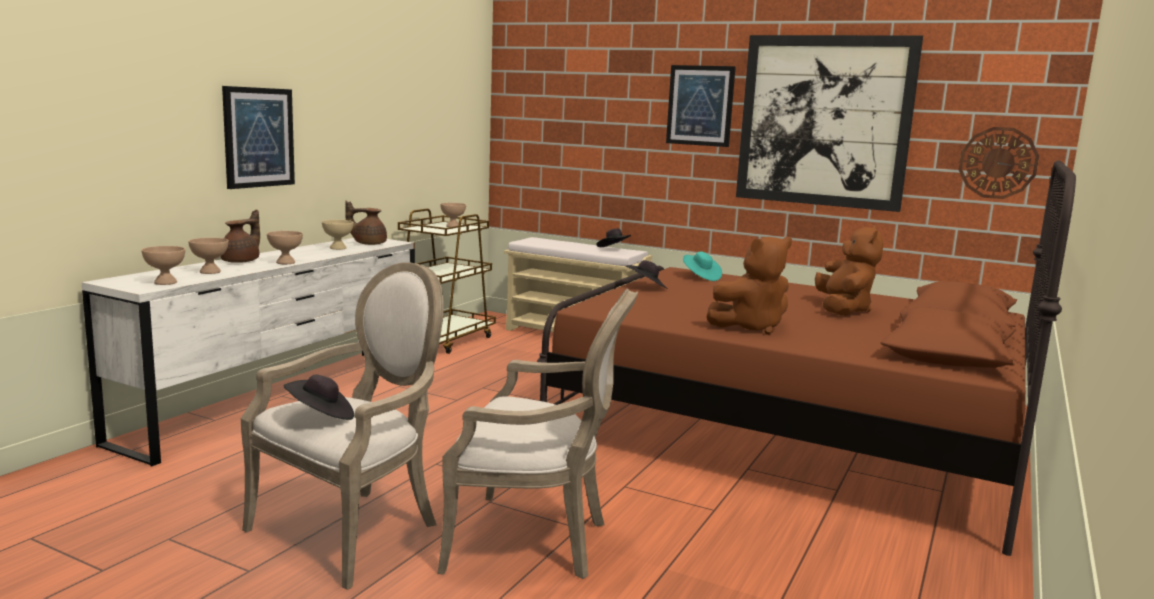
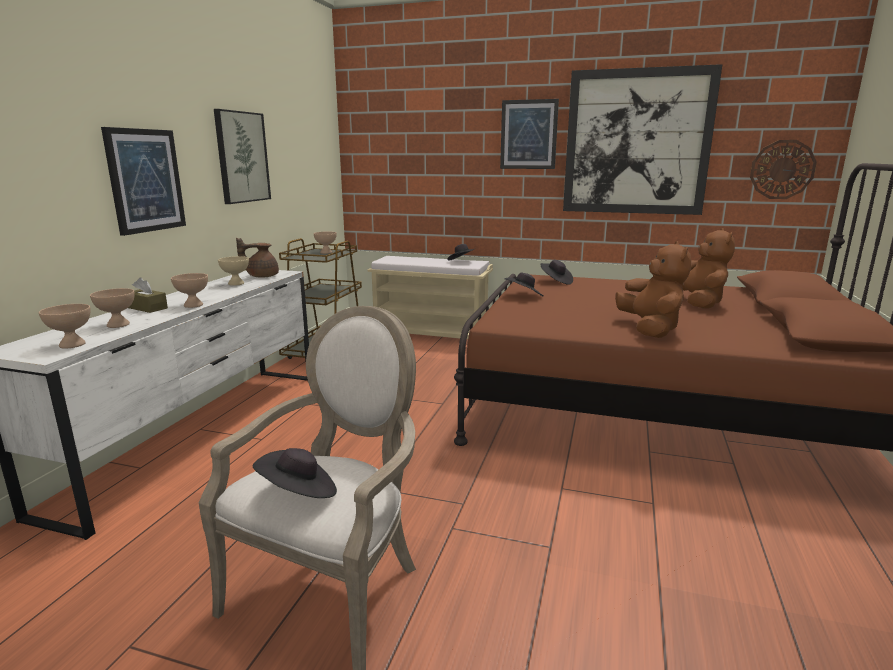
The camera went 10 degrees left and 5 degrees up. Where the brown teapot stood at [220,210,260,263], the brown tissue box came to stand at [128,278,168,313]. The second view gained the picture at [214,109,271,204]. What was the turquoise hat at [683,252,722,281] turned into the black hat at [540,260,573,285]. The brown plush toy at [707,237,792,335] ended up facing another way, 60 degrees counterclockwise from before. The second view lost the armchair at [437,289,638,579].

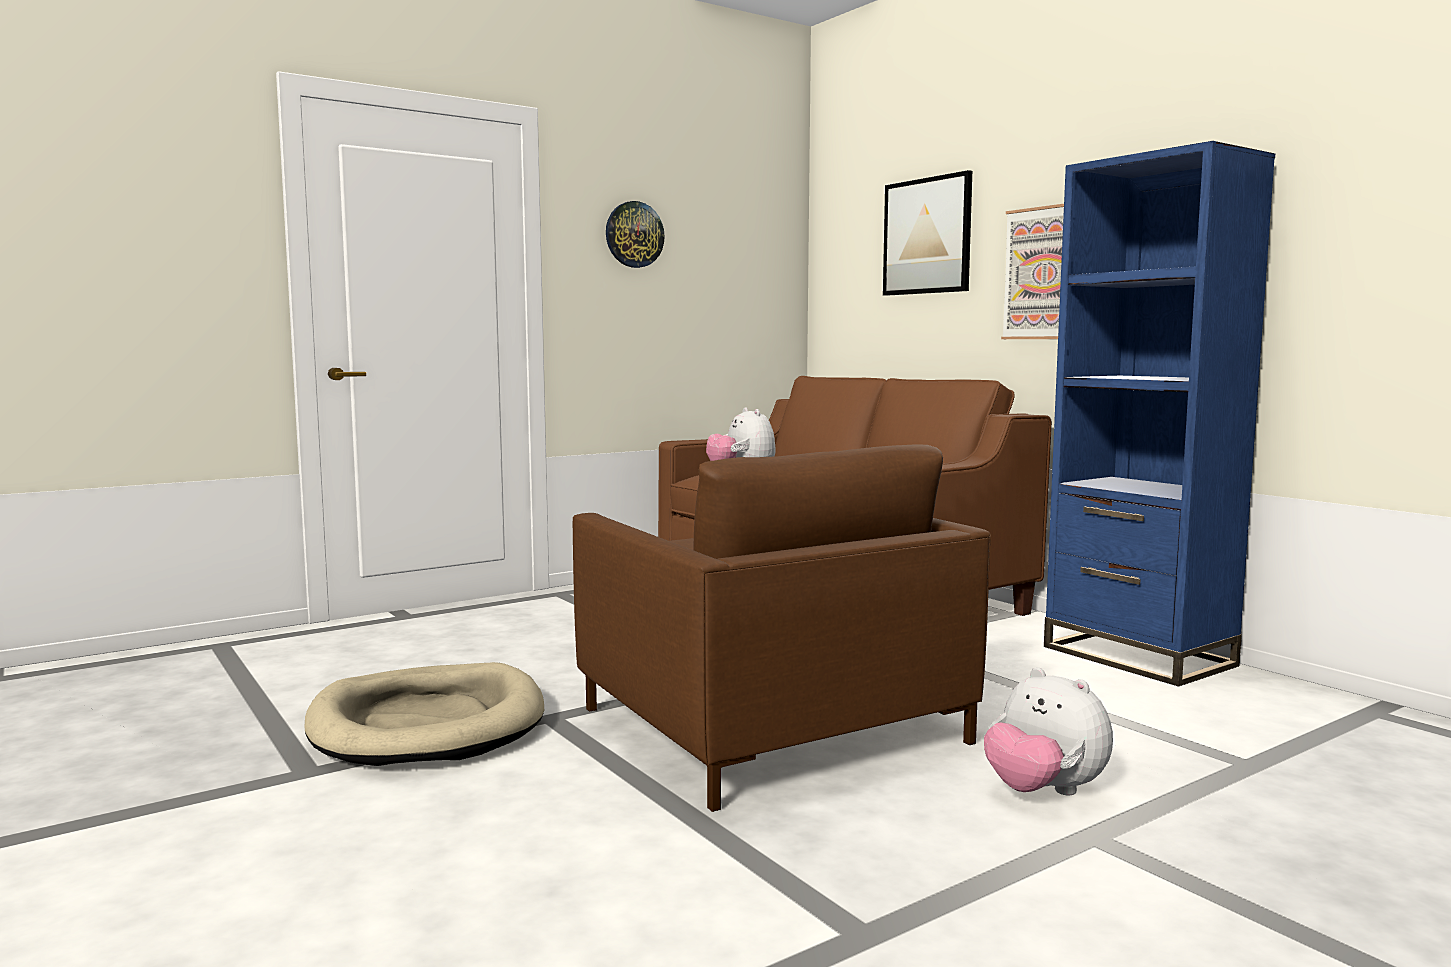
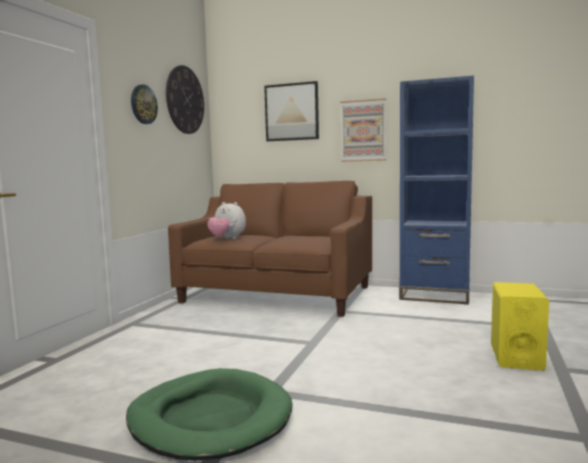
The camera went 35 degrees left and 0 degrees up. What was the beige dog bed at [304,662,544,766] turned into the green dog bed at [126,368,293,460]. The second view gained the wall clock at [166,65,204,134]. Where the plush toy stood at [984,667,1113,796], the yellow speaker came to stand at [491,282,549,371]. The second view lost the brown armchair at [573,444,991,812].

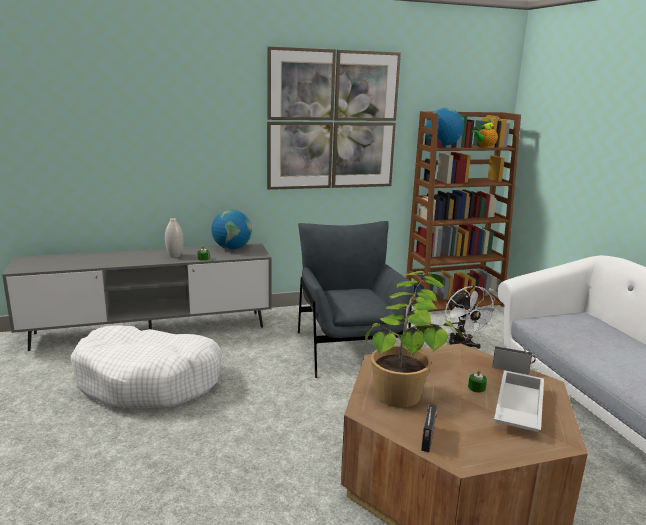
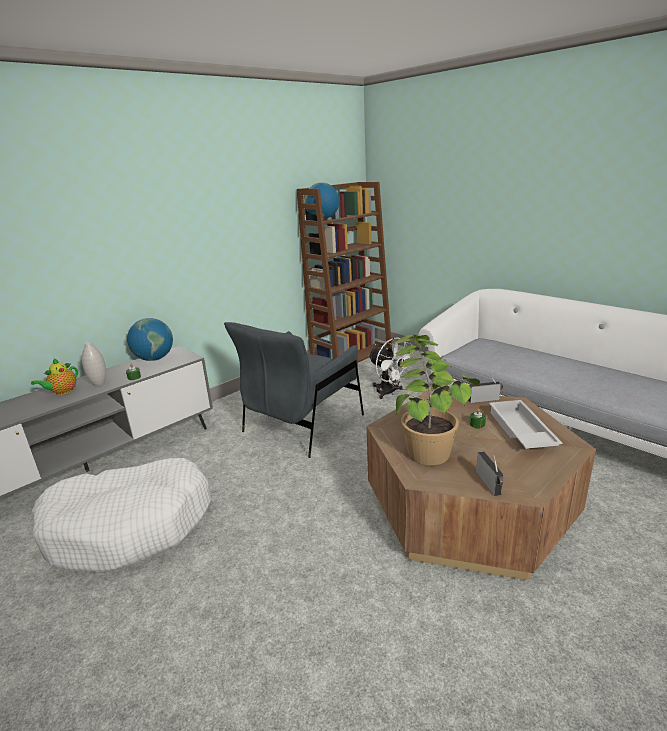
The camera went 25 degrees left and 5 degrees up. The teapot ended up elsewhere, having gone from [472,118,498,148] to [31,358,78,395]. The grey armchair at [298,221,414,378] ended up facing another way, 105 degrees counterclockwise from before. The second view lost the picture at [267,47,401,190].

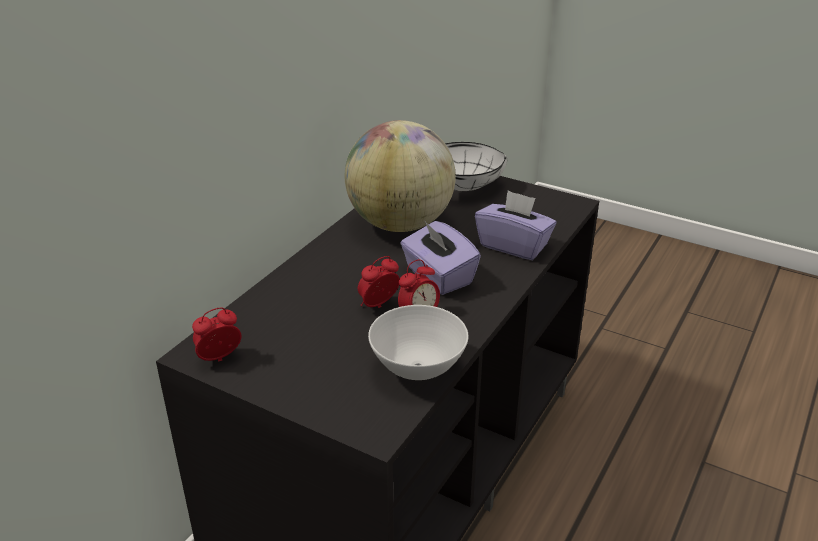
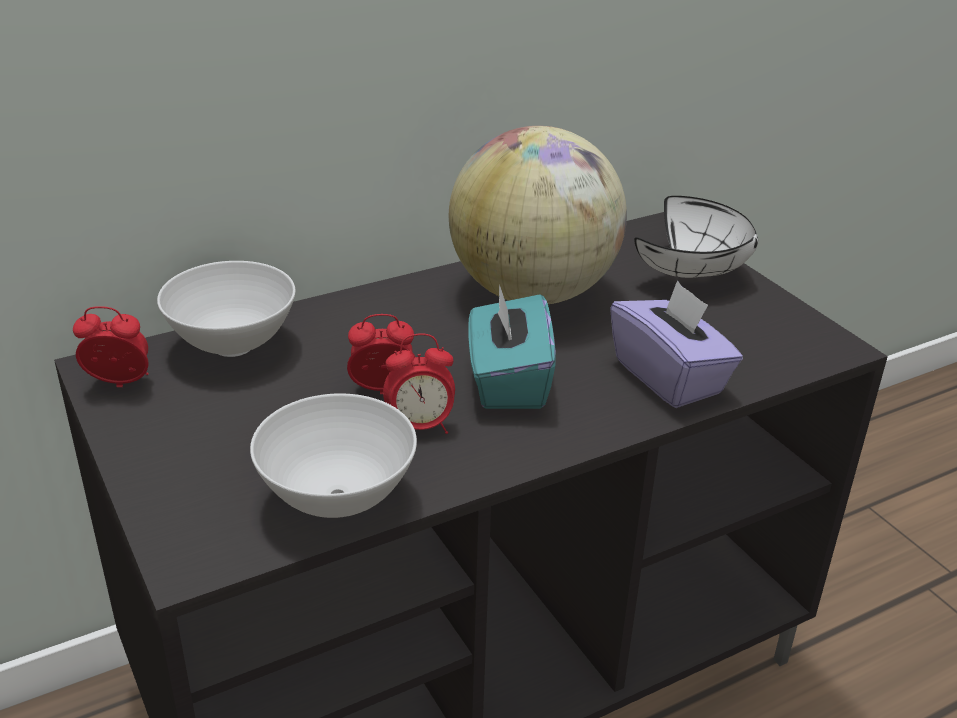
The camera went 30 degrees right and 0 degrees up. The second view gained the white bowl at [157,261,296,357]. What was the purple tissue box at [400,221,481,295] turned into the turquoise tissue box at [468,285,556,409].

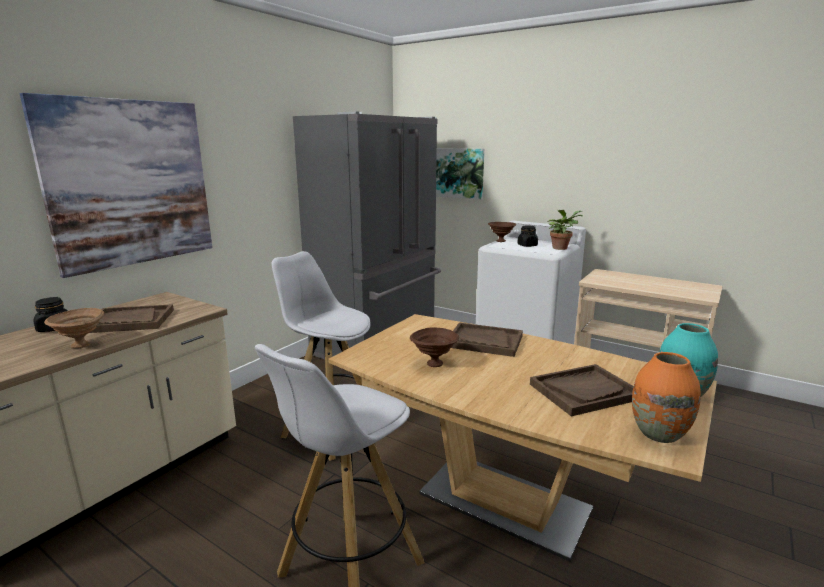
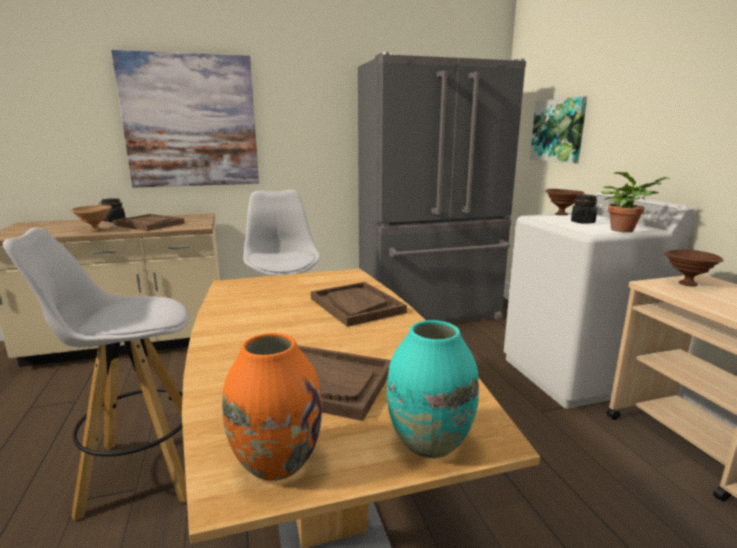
The camera went 40 degrees right and 0 degrees up. The brown bowl ended up elsewhere, having gone from [410,327,459,367] to [664,250,723,286].

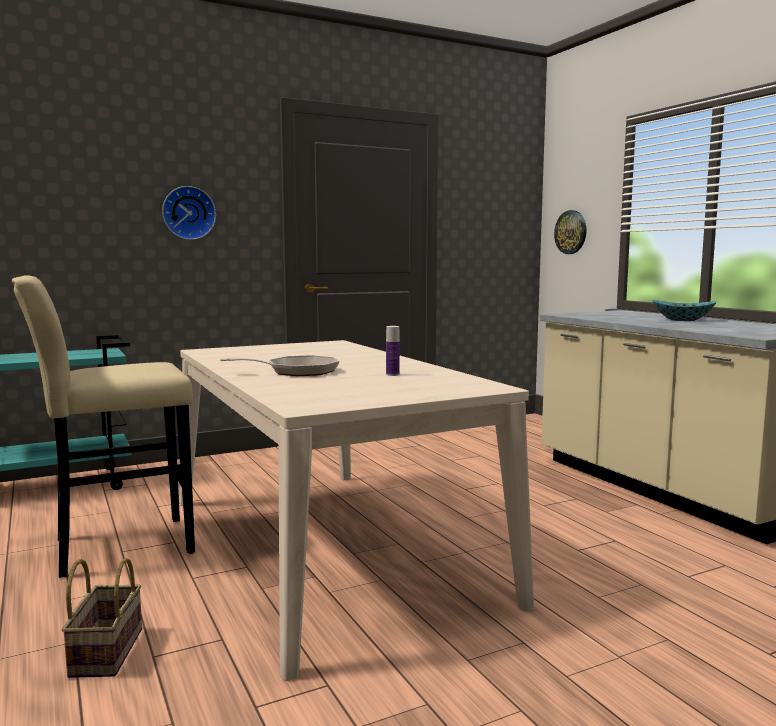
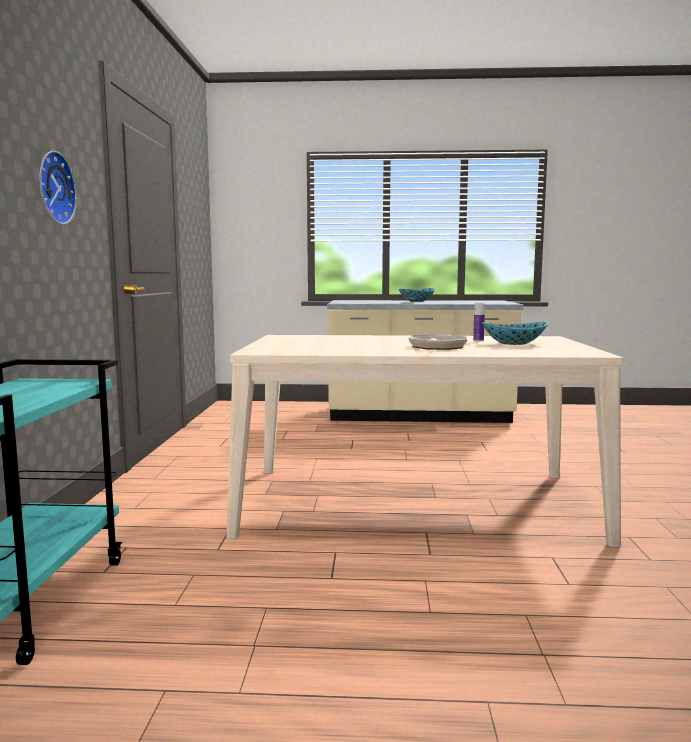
The camera went 60 degrees left and 0 degrees up. The second view gained the bowl at [482,322,549,345]. The second view lost the beige stool at [12,275,195,578]. The second view lost the basket at [62,558,142,678]. The second view lost the wall clock at [554,210,586,254].

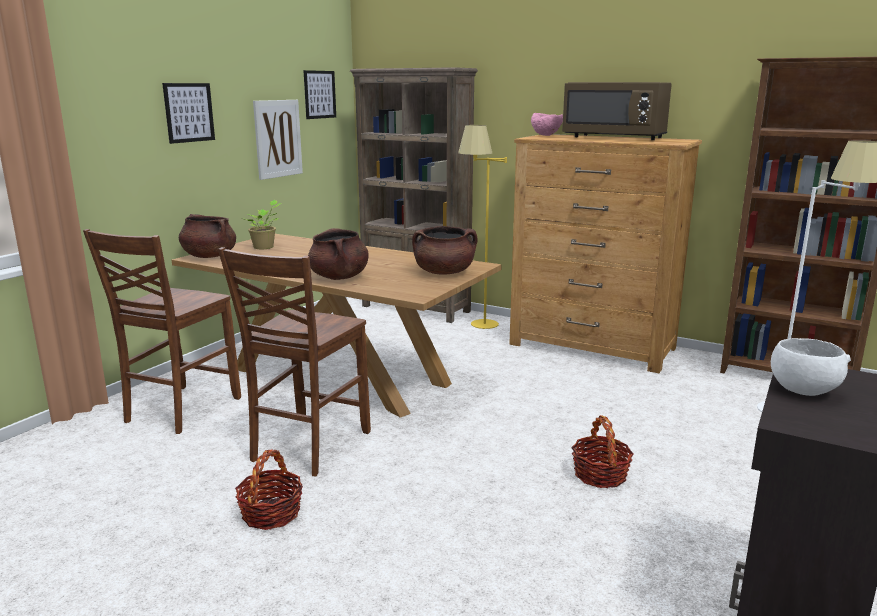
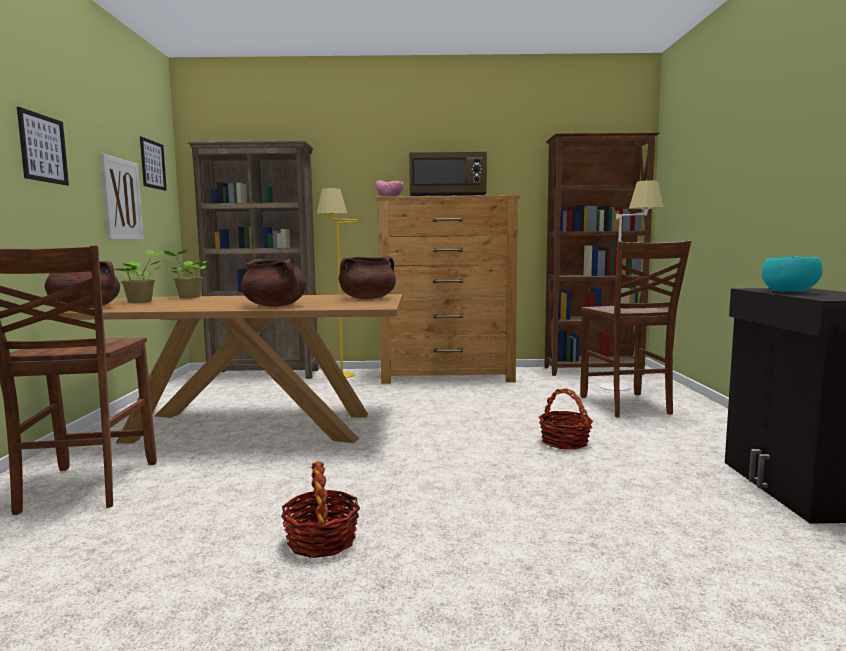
The camera went 30 degrees left and 10 degrees down. The second view gained the potted plant at [163,250,207,298]. The brown chair ended up elsewhere, having gone from [218,247,371,476] to [580,240,691,418]. What was the white bowl at [771,338,851,396] turned into the turquoise bowl at [762,257,823,292].

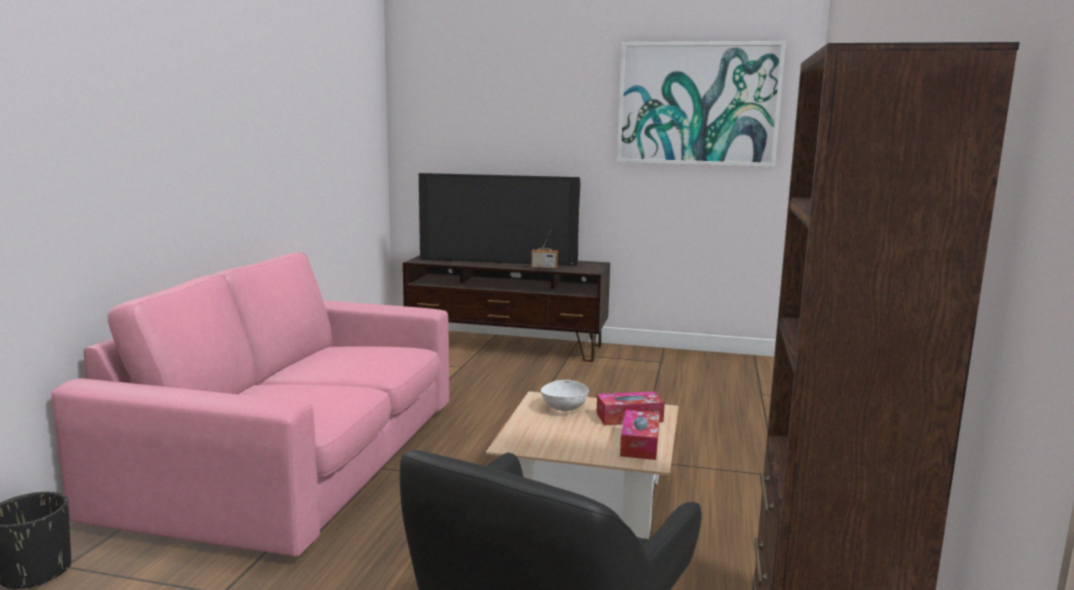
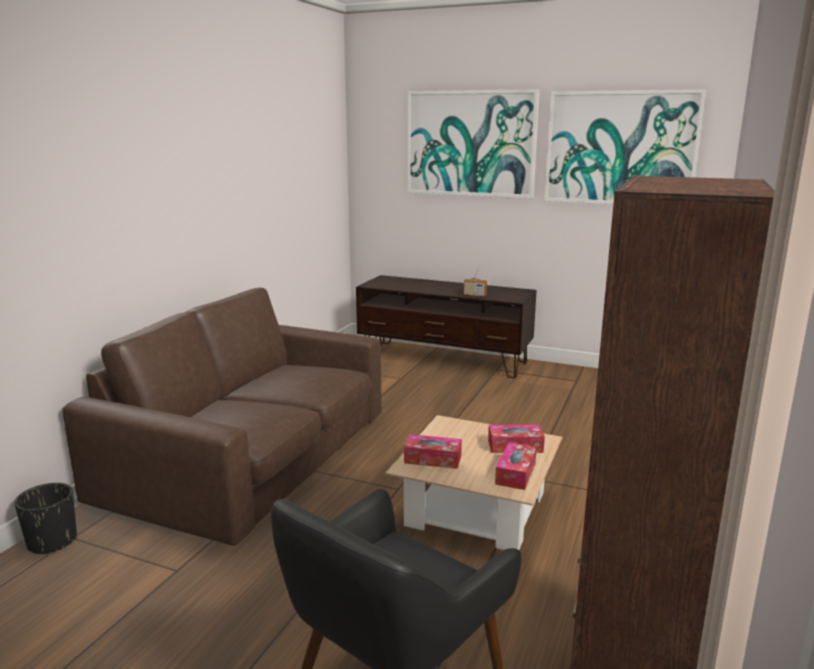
The camera went 10 degrees right and 5 degrees up. What was the pink sofa at [52,252,449,557] turned into the brown sofa at [63,288,382,546]. The second view gained the tissue box at [404,434,462,469]. The second view gained the picture at [407,89,540,198]. The second view lost the television at [419,173,581,266]. The second view lost the white bowl at [540,380,589,411].

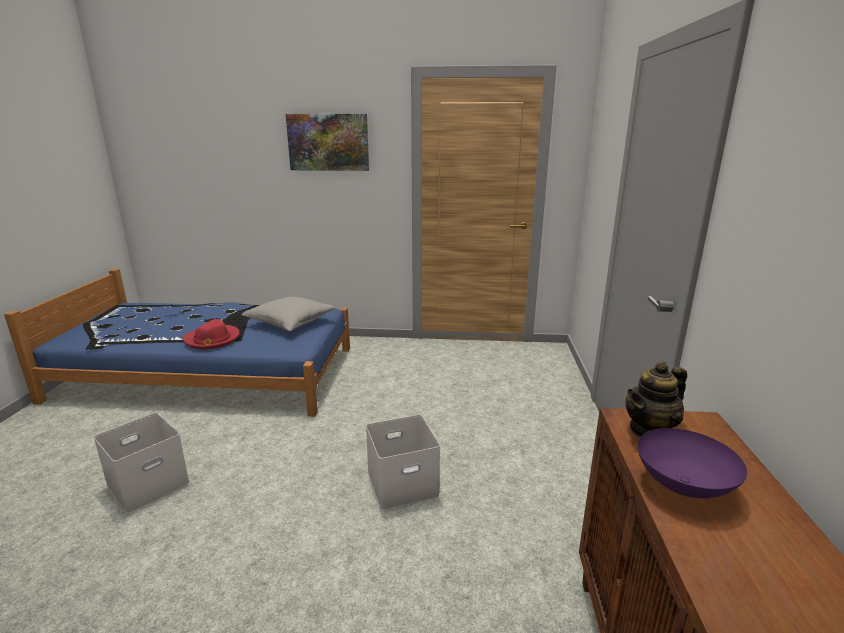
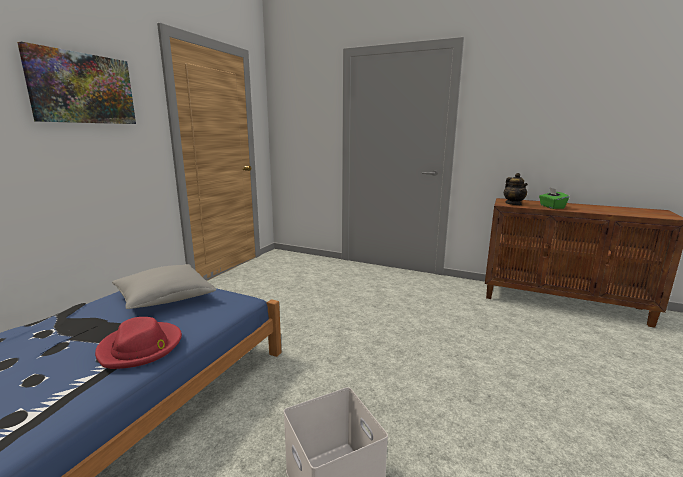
The camera went 70 degrees left and 5 degrees down. Where the purple bowl stood at [637,428,747,498], the green tissue box came to stand at [539,188,569,209]. The second view lost the white storage box at [366,415,440,511].

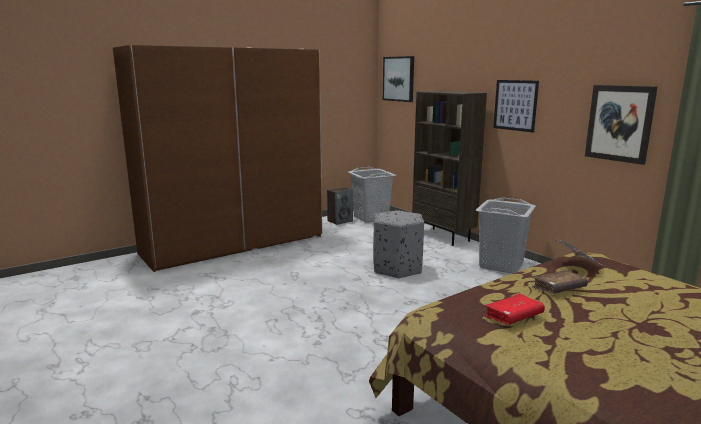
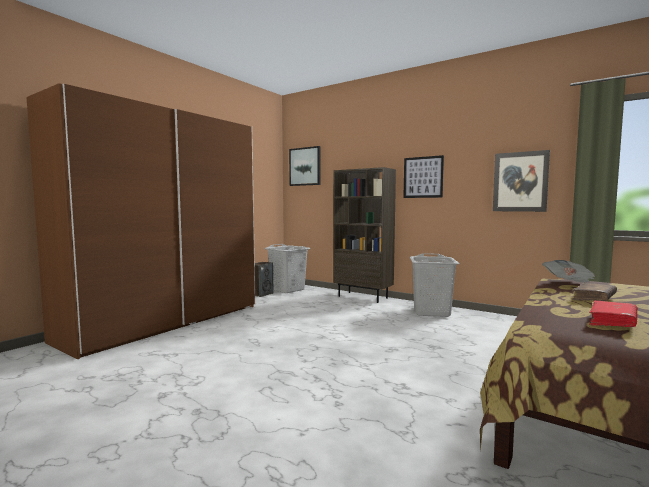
The camera went 20 degrees left and 10 degrees down. The second view lost the grey ottoman at [373,210,424,279].

